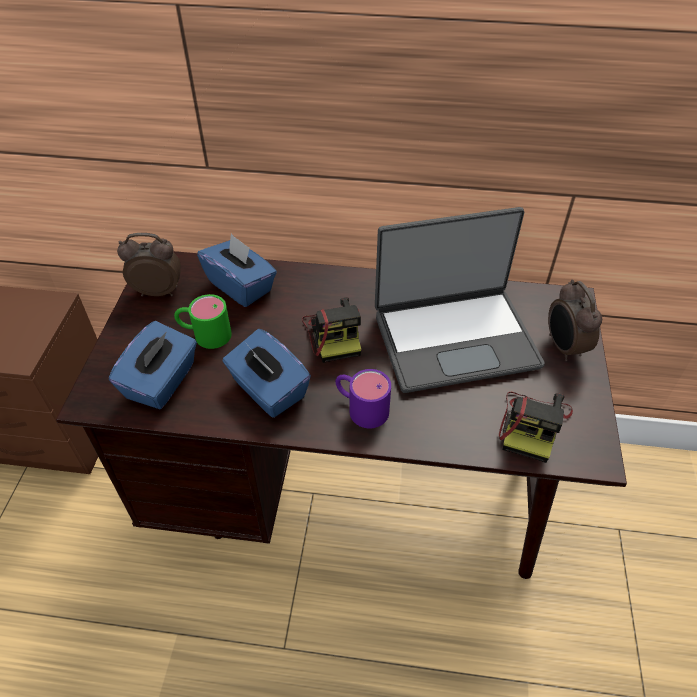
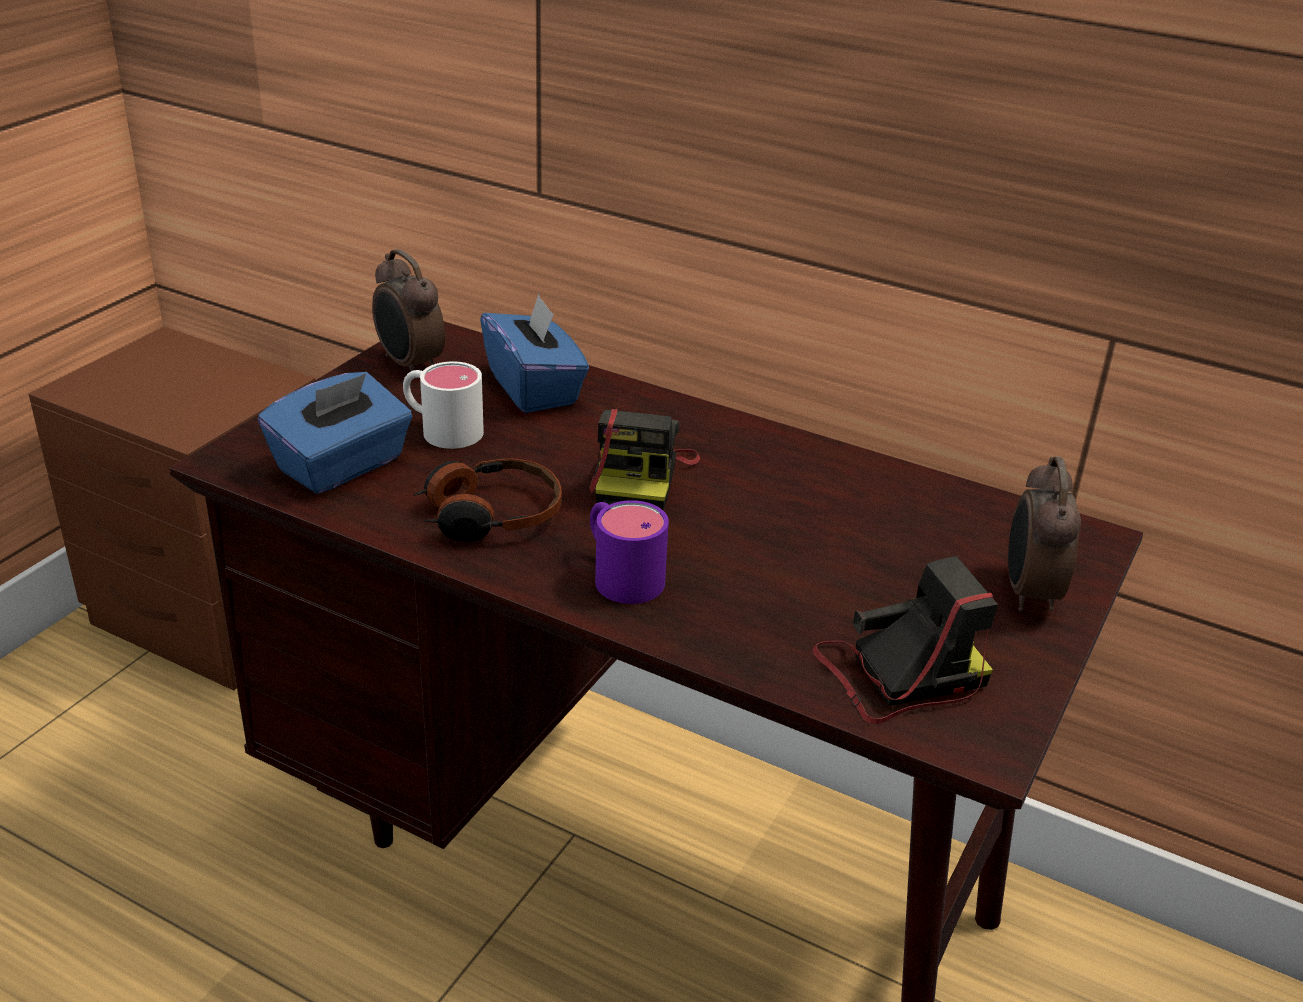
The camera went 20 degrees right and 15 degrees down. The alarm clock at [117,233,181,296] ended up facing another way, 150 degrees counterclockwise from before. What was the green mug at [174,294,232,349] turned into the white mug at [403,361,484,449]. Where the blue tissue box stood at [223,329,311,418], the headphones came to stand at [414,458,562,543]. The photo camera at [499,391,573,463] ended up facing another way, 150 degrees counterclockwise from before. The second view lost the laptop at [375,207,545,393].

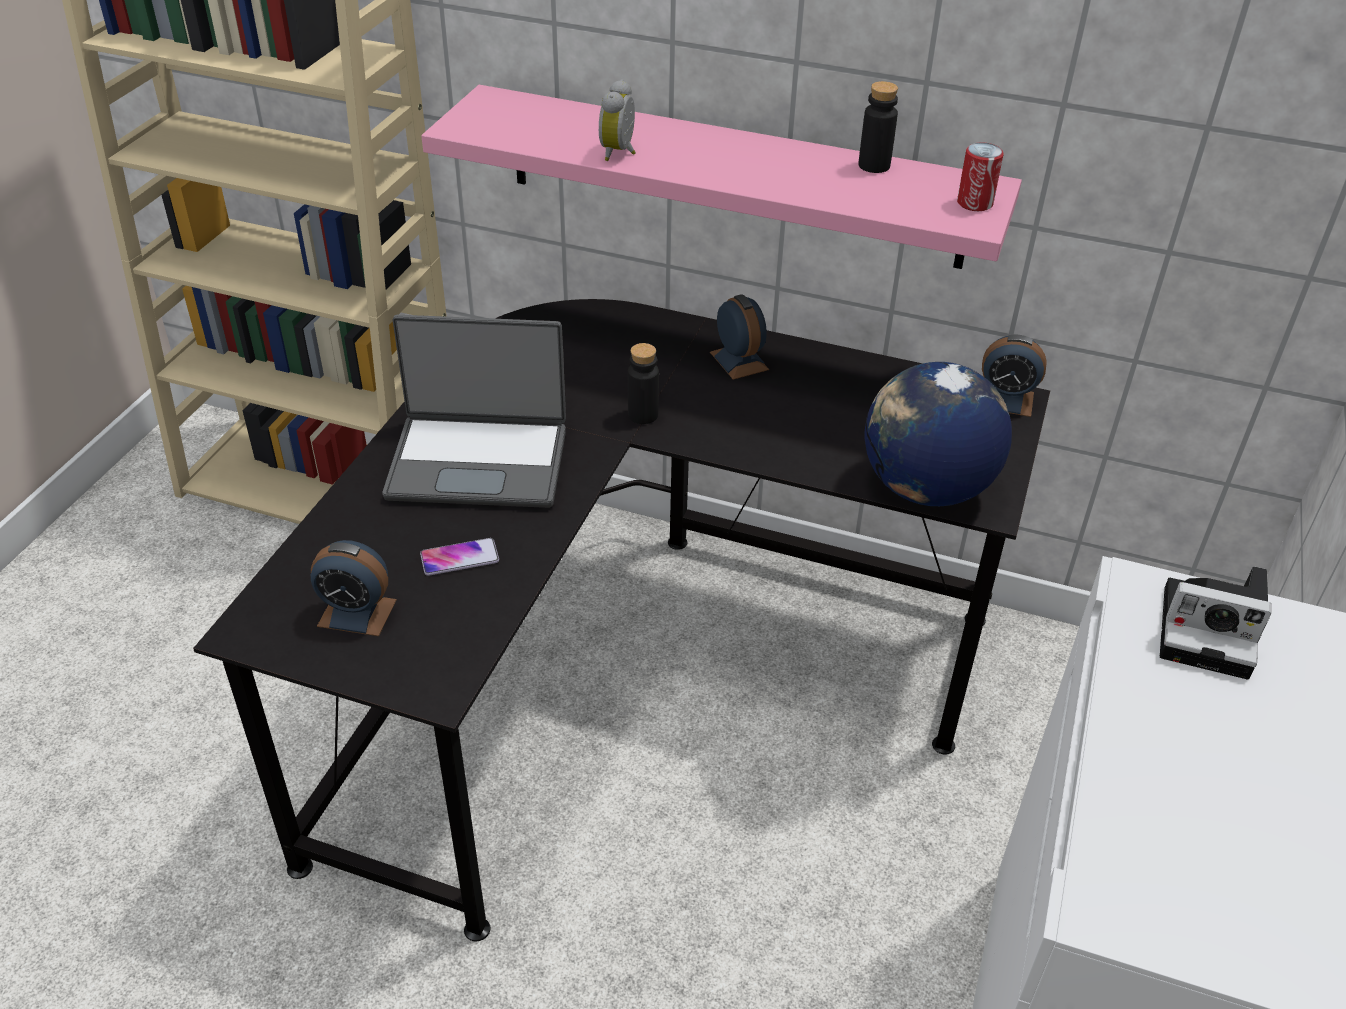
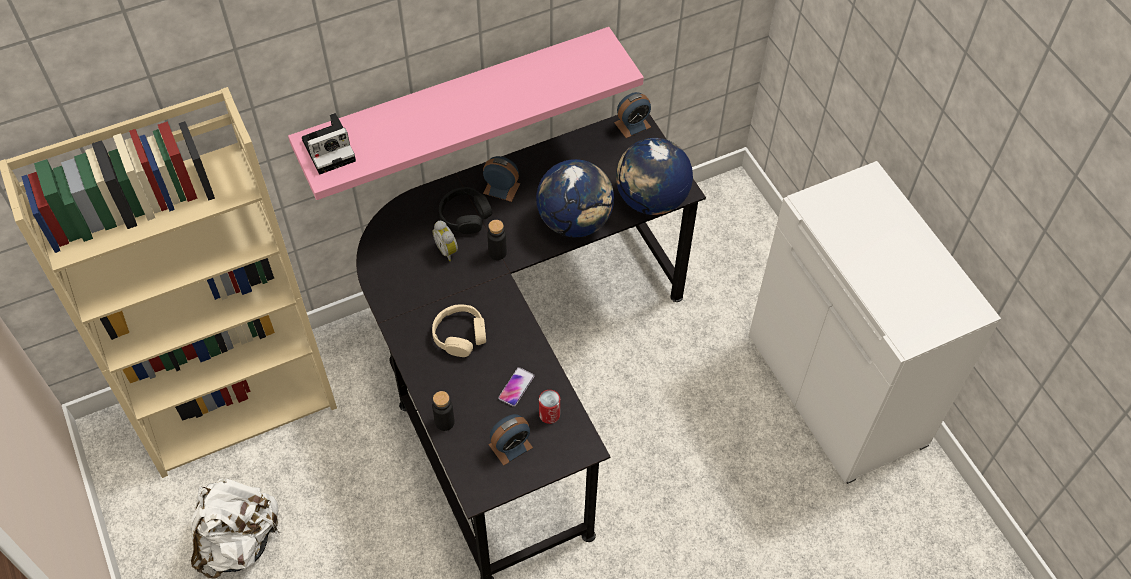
The camera went 45 degrees left and 15 degrees up. The second view gained the white backpack at [190,478,280,578]. The photo camera ended up elsewhere, having gone from [1160,566,1271,680] to [302,113,356,175]. The alarm clock ended up elsewhere, having gone from [599,79,636,161] to [432,221,458,261]. Where the laptop stood at [382,315,566,508], the beige headphones came to stand at [432,304,486,357]. The black bottle ended up elsewhere, having gone from [858,81,898,173] to [432,391,455,431]. The second view gained the black headphones at [439,187,492,234]. The second view gained the globe at [536,159,614,237]. The can ended up elsewhere, having gone from [957,142,1004,211] to [539,390,560,424].

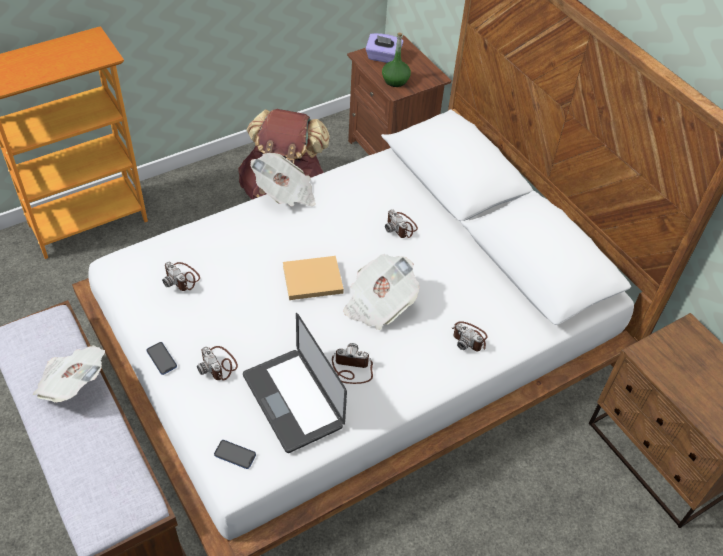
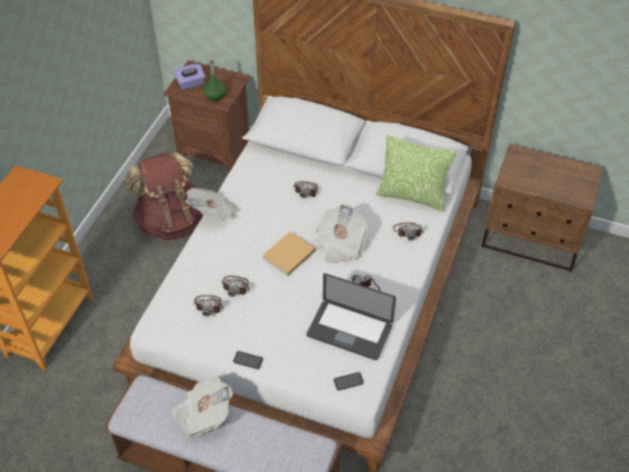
The camera went 35 degrees left and 0 degrees up. The photo camera ended up elsewhere, having gone from [197,346,238,380] to [221,276,249,297]. The second view gained the pillow at [376,135,456,212].

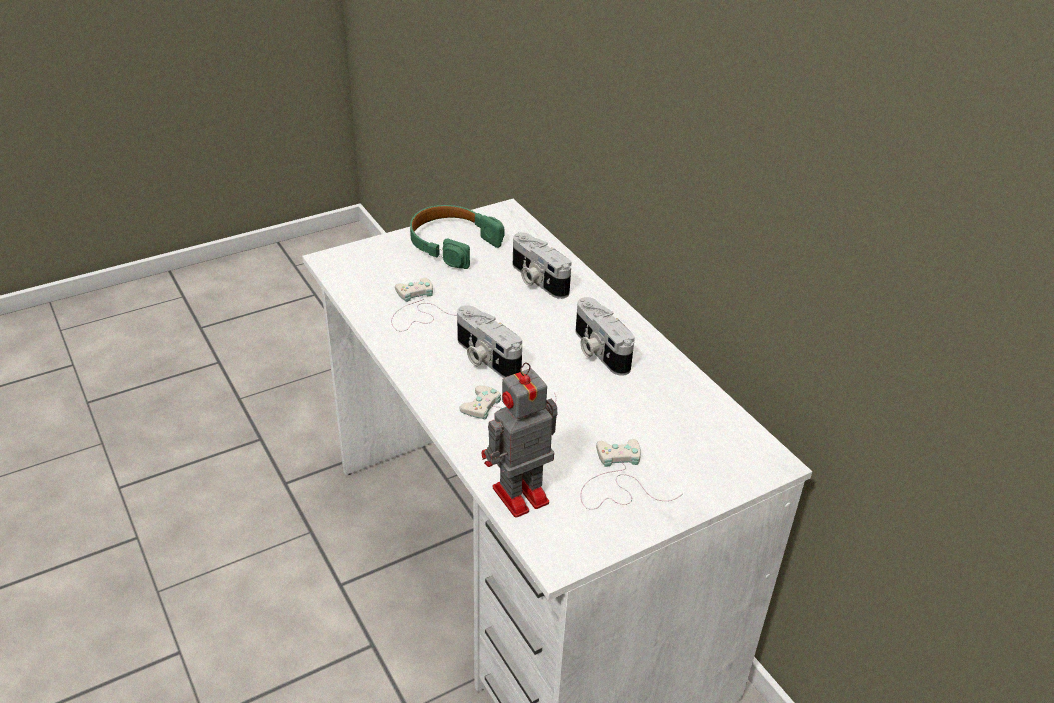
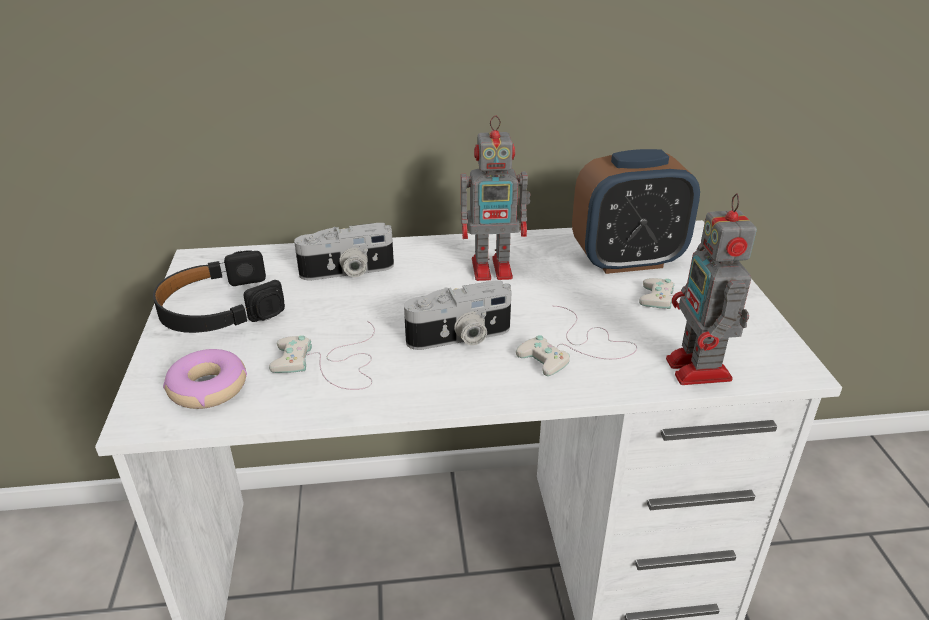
The camera went 65 degrees left and 5 degrees down. What was the green headphones at [410,205,505,269] turned into the black headphones at [153,250,285,333]. The second view gained the donut at [163,349,247,409]. Where the photo camera stood at [576,297,635,376], the toy robot came to stand at [461,116,531,281]. The second view gained the alarm clock at [572,149,700,274].

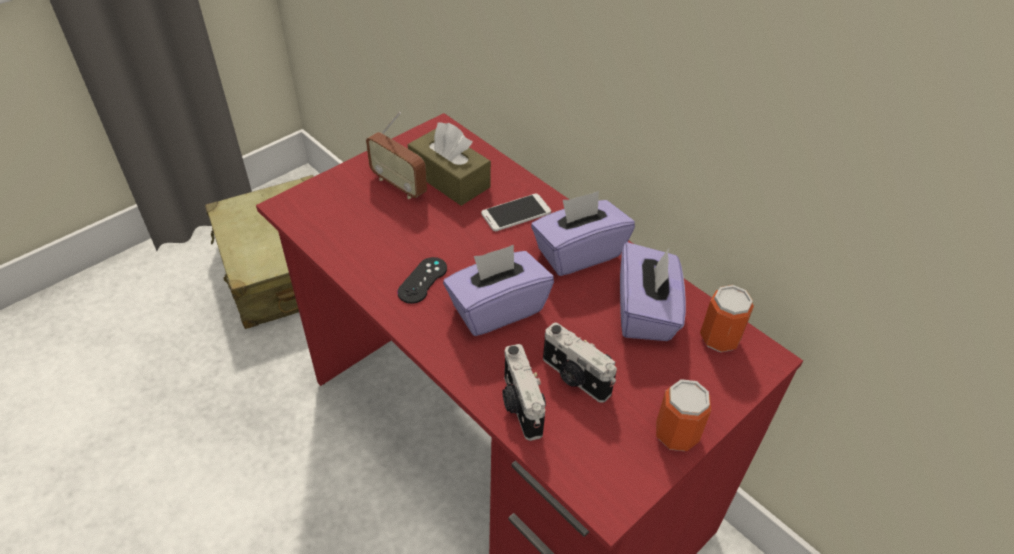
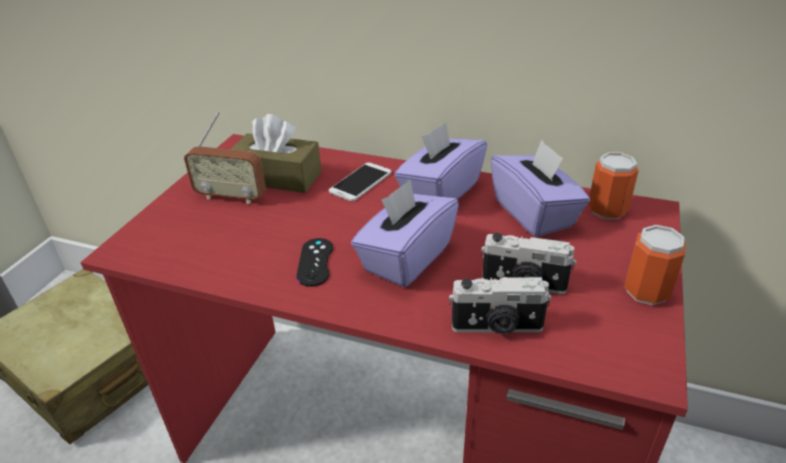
The camera went 25 degrees left and 10 degrees down. The photo camera at [502,344,546,441] ended up facing another way, 45 degrees counterclockwise from before.

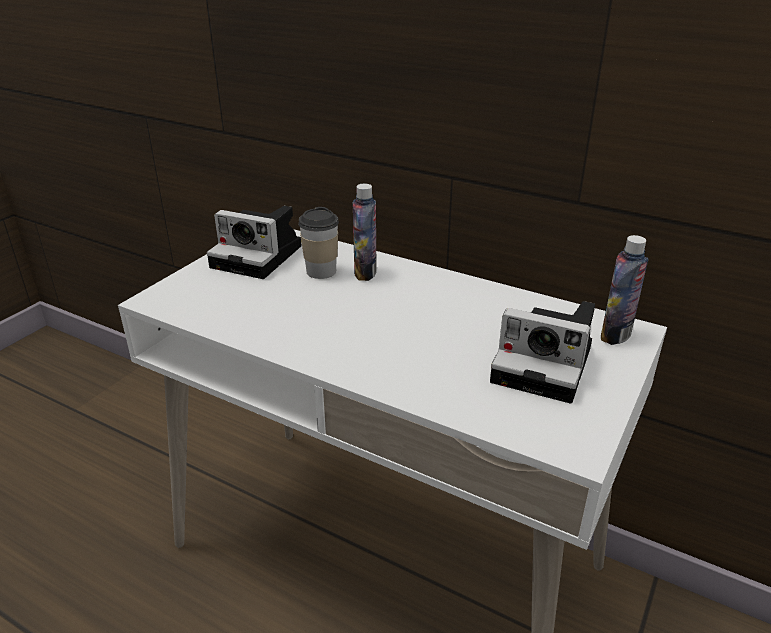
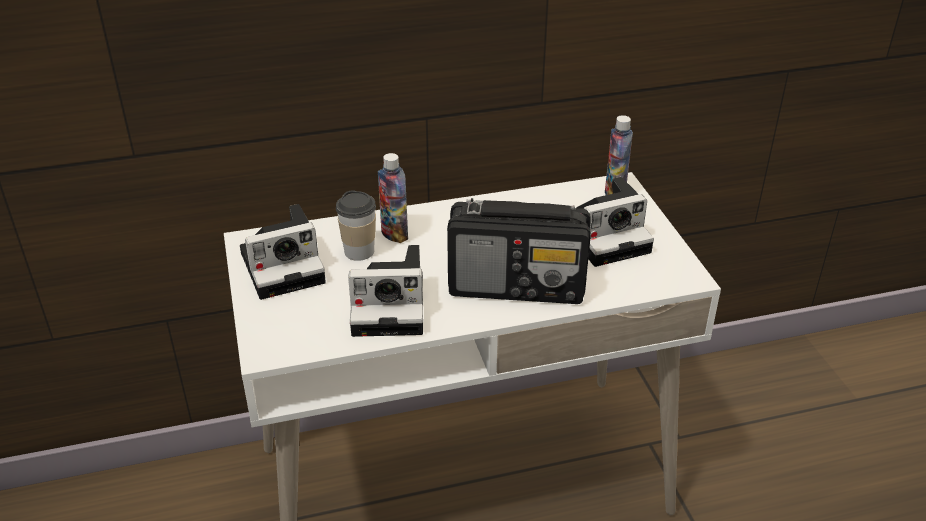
The camera went 45 degrees left and 5 degrees up. The second view gained the photo camera at [348,245,423,337]. The second view gained the radio at [447,198,591,304].

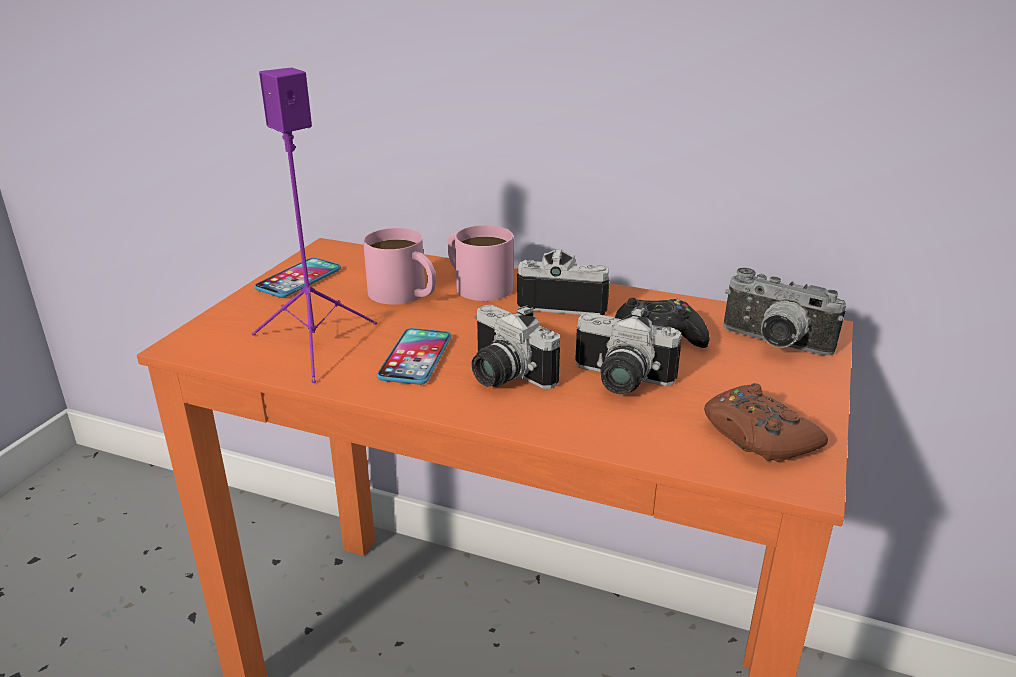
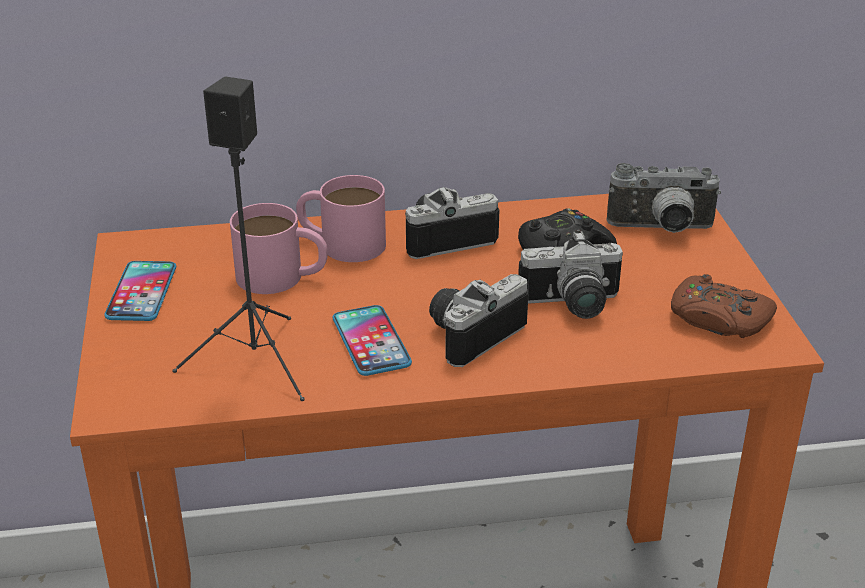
The camera went 30 degrees left and 5 degrees up. What was the purple speaker at [252,67,377,383] turned into the black speaker at [172,76,305,401]. The photo camera at [471,305,560,389] ended up facing another way, 120 degrees clockwise from before.

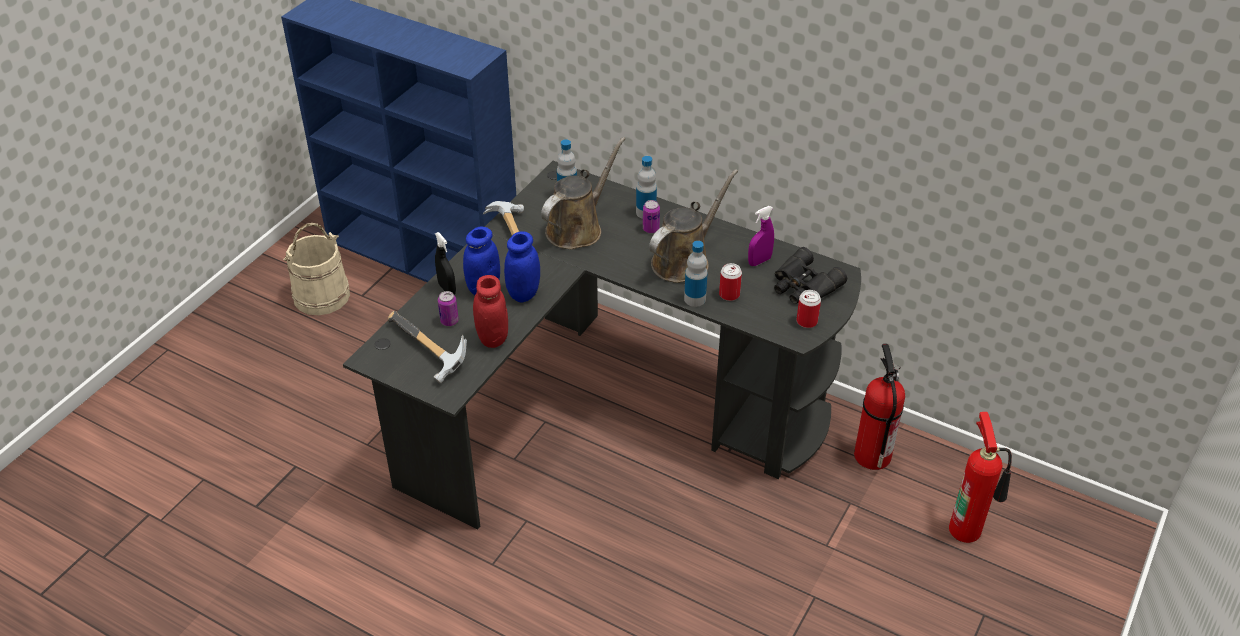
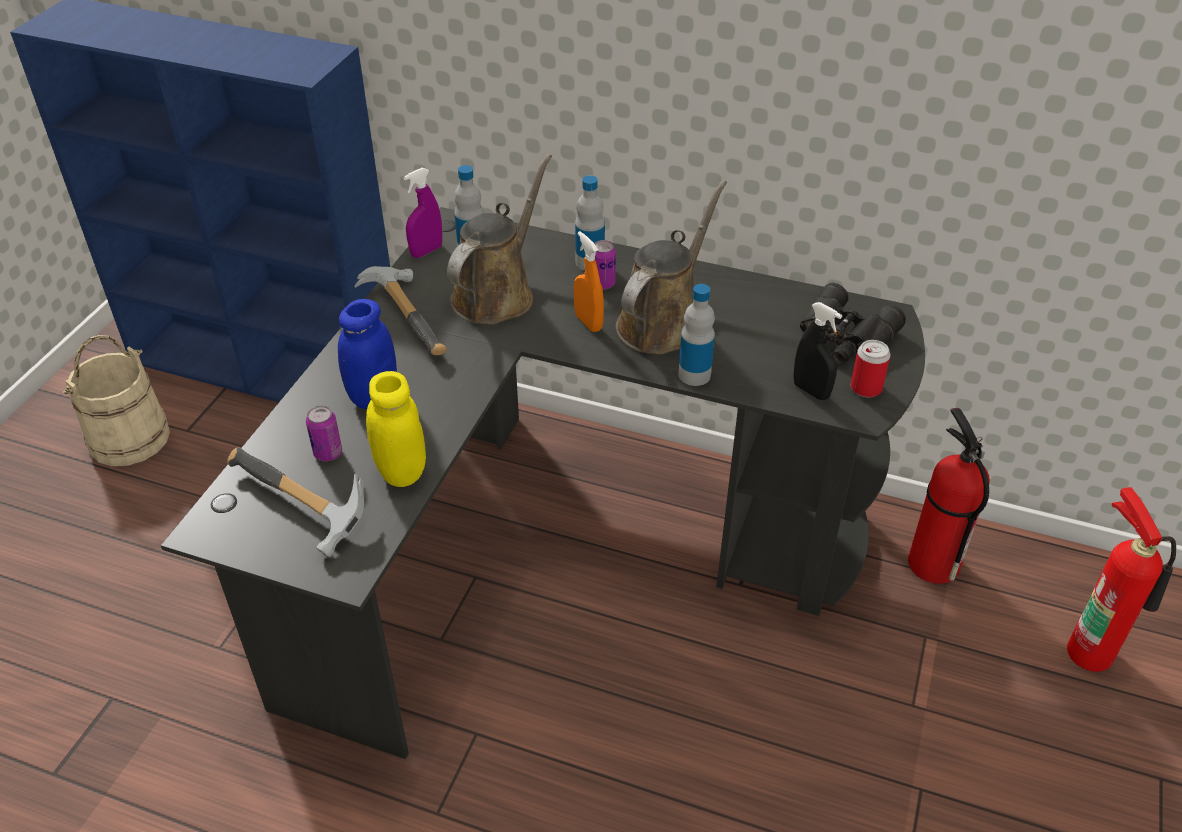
The camera went 10 degrees left and 0 degrees up. What was the red jar at [473,275,508,348] turned into the yellow jar at [366,371,426,487]. The purple spray bottle ended up elsewhere, having gone from [748,206,774,266] to [403,168,442,258]. The second view gained the orange spray bottle at [574,231,604,332]. The black spray bottle ended up elsewhere, having gone from [435,232,456,294] to [794,302,842,400]. The second view lost the blue jar at [504,231,540,302]. The second view lost the can at [719,263,742,301].

